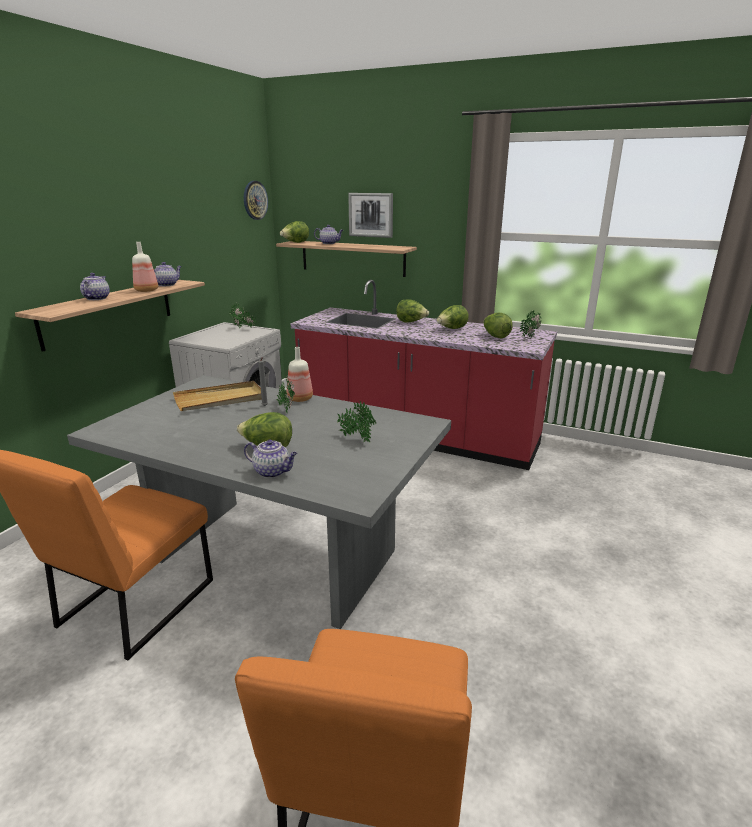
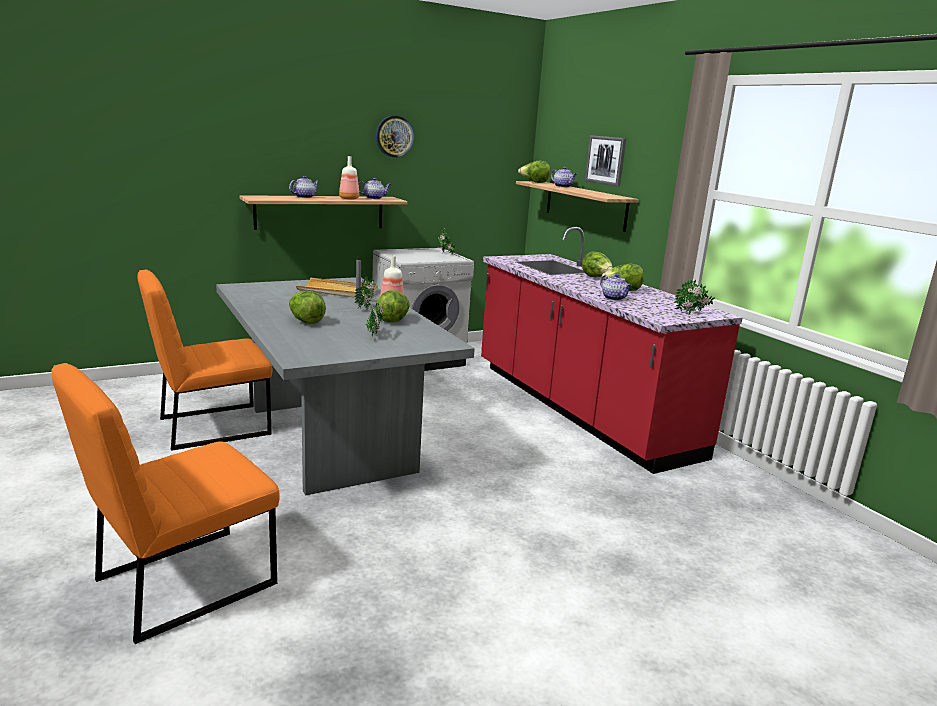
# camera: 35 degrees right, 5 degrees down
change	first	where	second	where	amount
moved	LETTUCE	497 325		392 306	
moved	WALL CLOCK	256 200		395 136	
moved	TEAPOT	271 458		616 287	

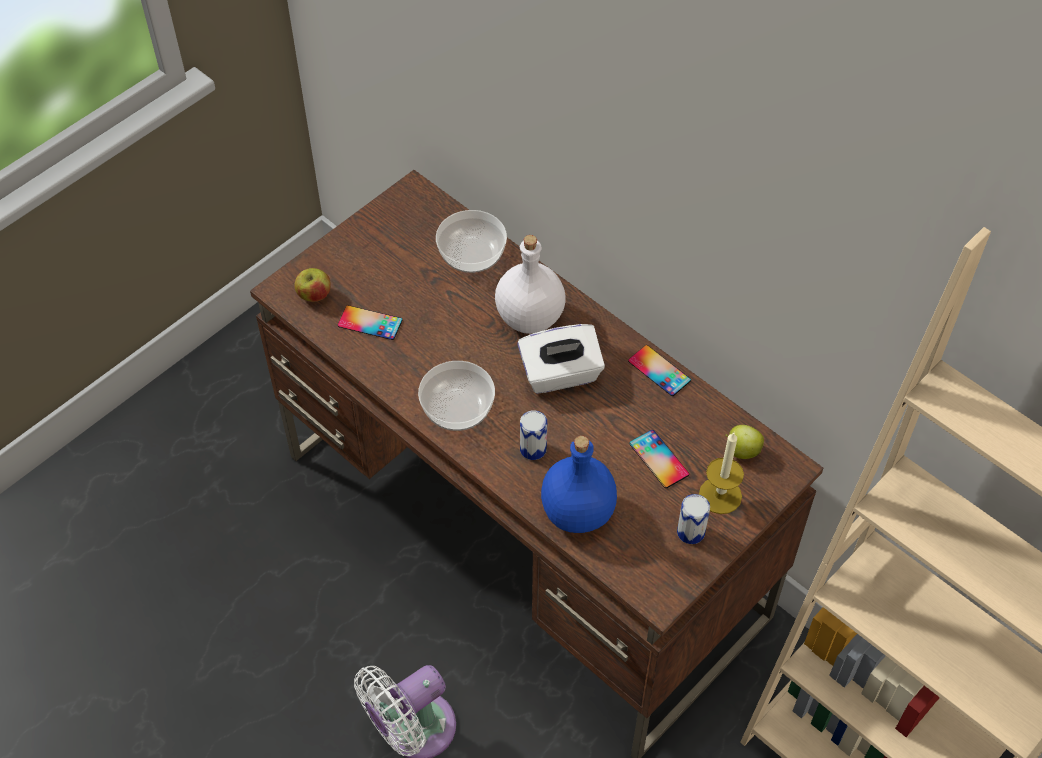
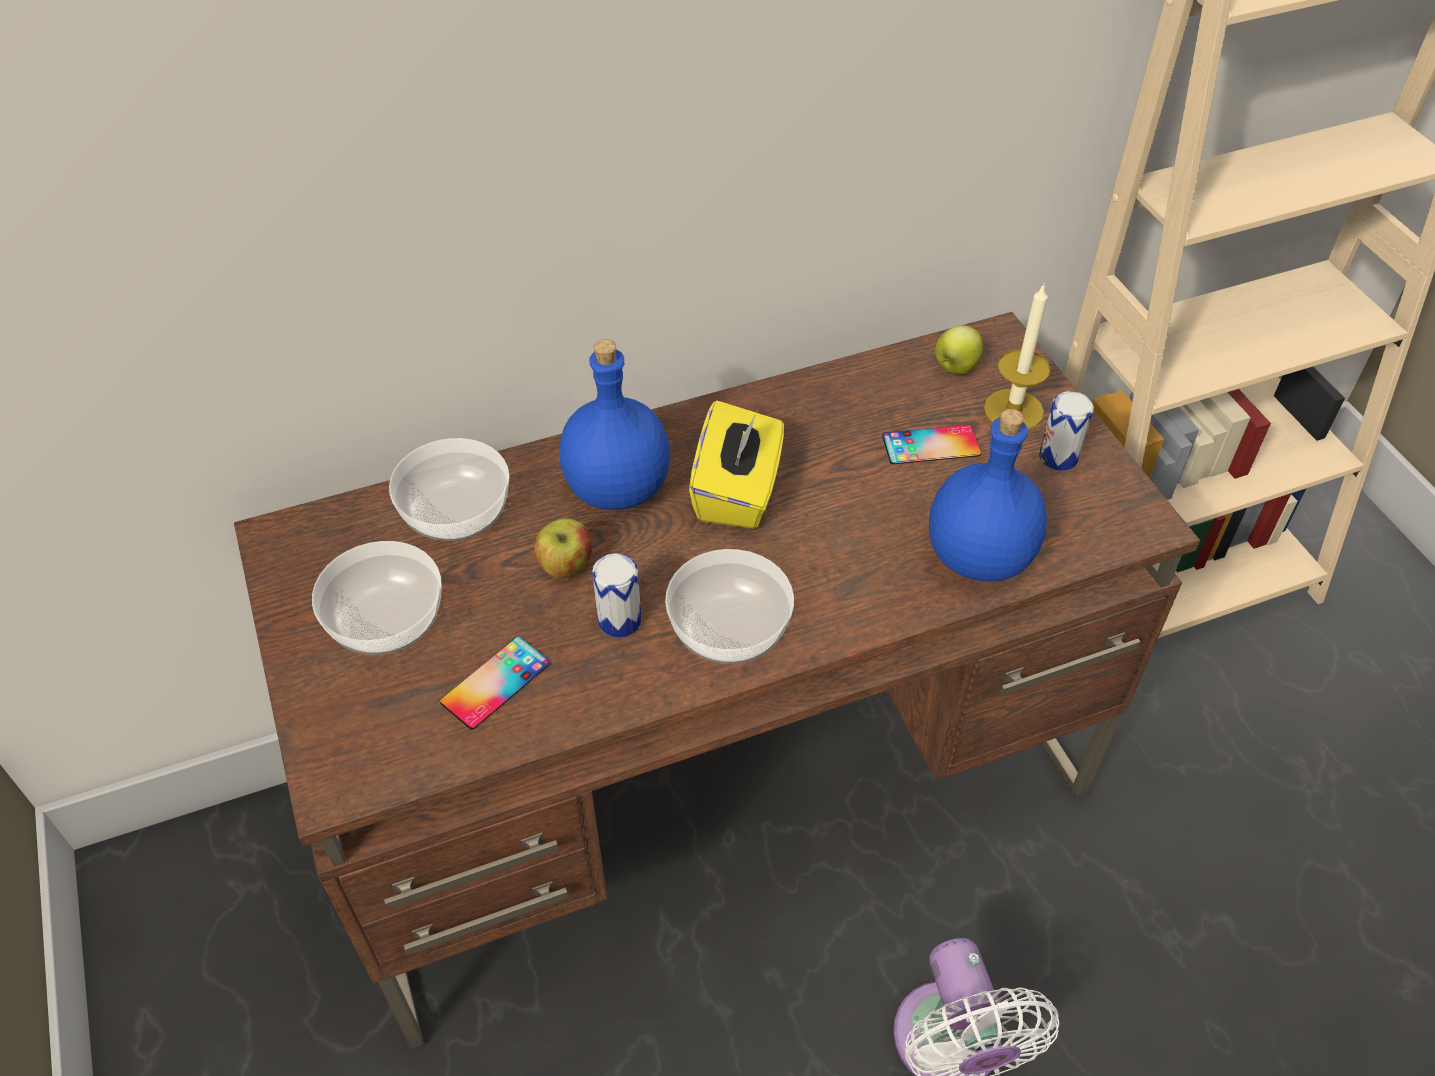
# camera: 65 degrees left, 5 degrees down
change	first	where	second	where	amount
added			BOWL	377 598	
moved	APPLE	312 285		563 548	
recoloured	WHITE BOTTLE	530 284	BLUE BOTTLE	614 424	
moved	CAN	533 435		616 595	
recoloured	WHITE TISSUE BOX	561 359	YELLOW TISSUE BOX	736 465	
removed	PHONE	659 370			

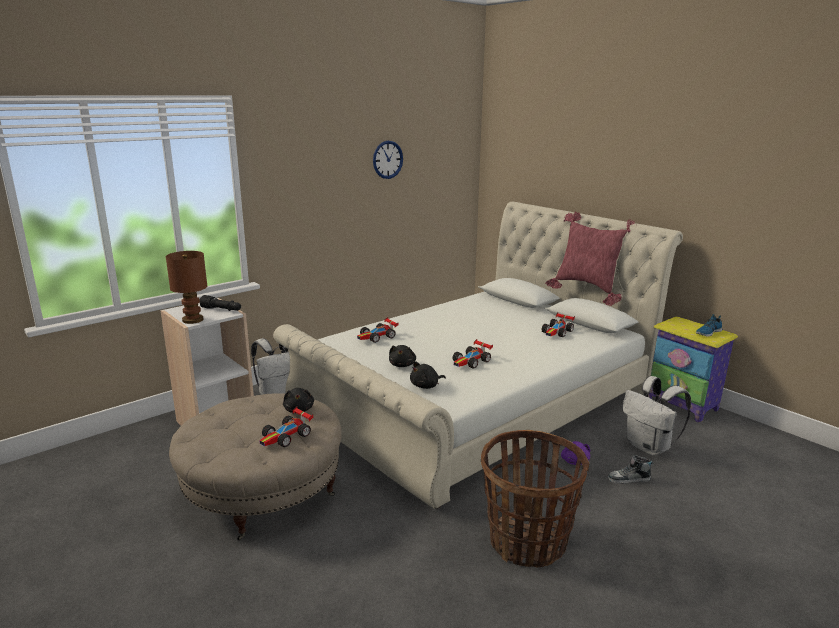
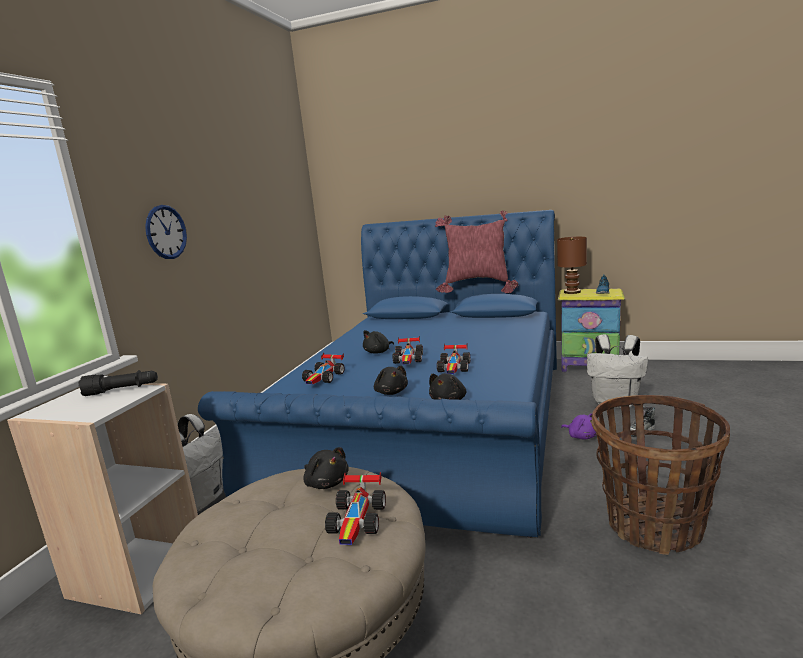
# camera: 30 degrees left, 5 degrees down
change	first	where	second	where	amount
moved	WALL CLOCK	388 160		166 232	
recoloured	BEIGE BED	478 355	BLUE BED	377 374	
added			BLACK PLUSH TOY	378 342	
moved	TOY CAR	558 325		408 350	
moved	BROWN TABLE LAMP	186 287		572 265	

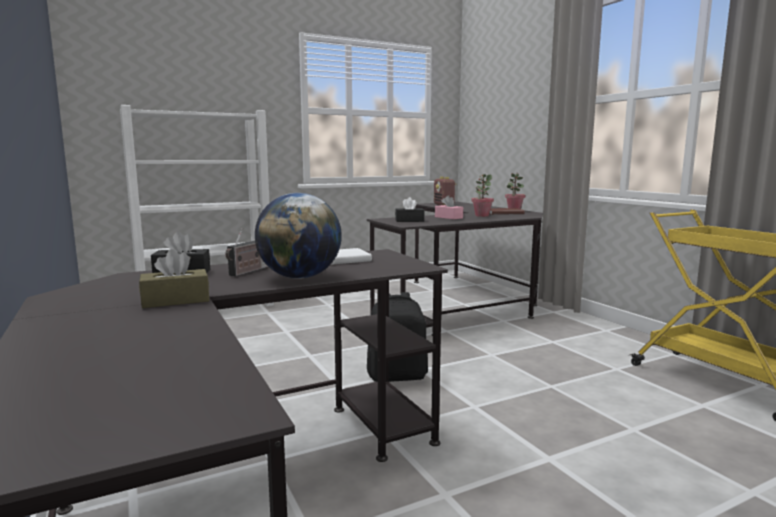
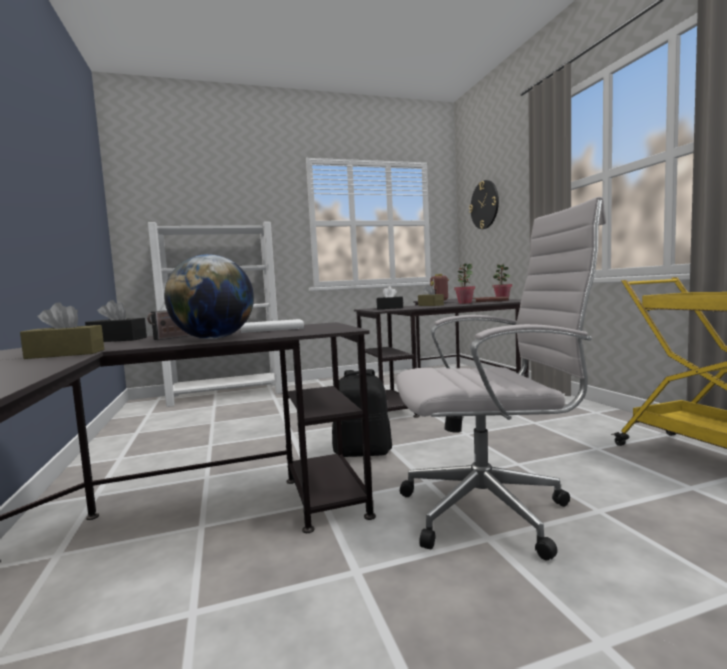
# camera: 10 degrees right, 5 degrees down
change	first	where	second	where	amount
added			WHITE OFFICE CHAIR	501 378	
recoloured	PINK TISSUE BOX	449 207	BROWN TISSUE BOX	431 295	
added			WALL CLOCK	484 204	

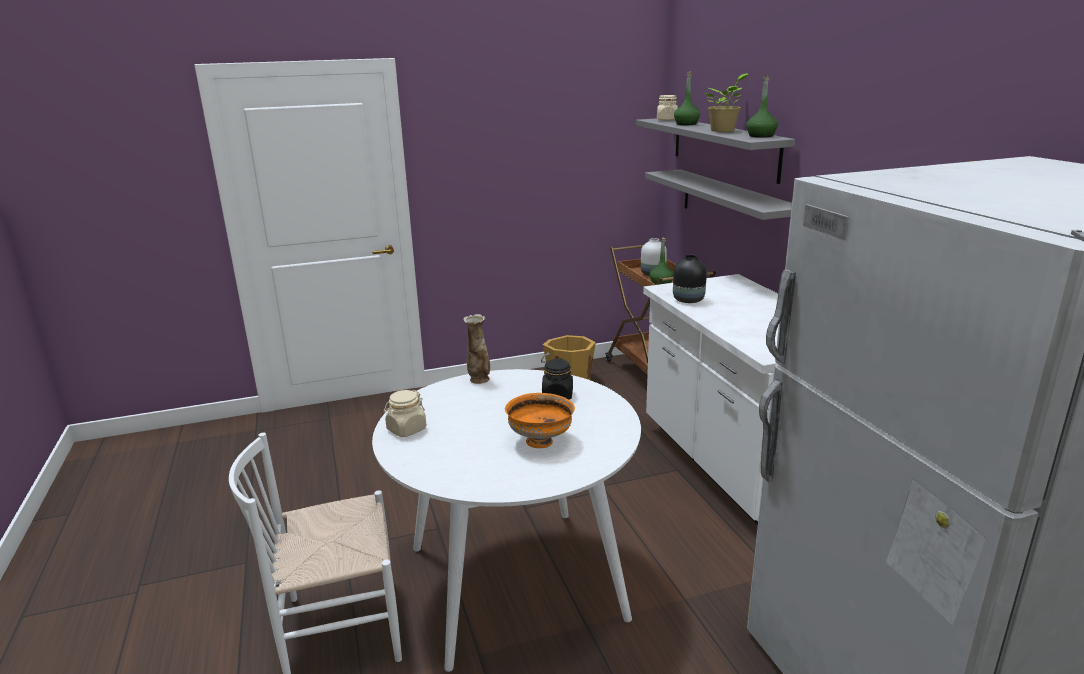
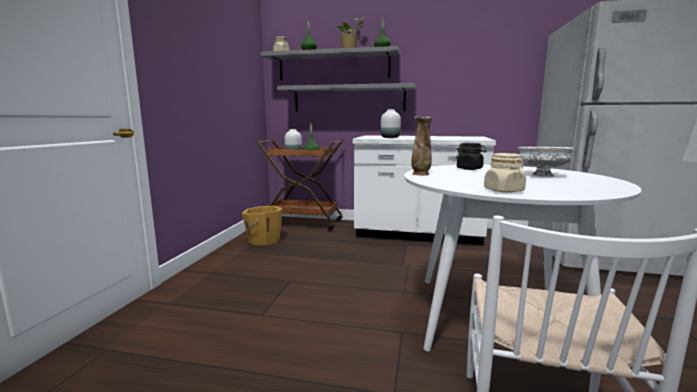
# camera: 60 degrees left, 10 degrees down
change	first	where	second	where	amount
recoloured	BLACK VASE	690 279	WHITE VASE	391 123	
recoloured	ORANGE BOWL	540 420	WHITE BOWL	546 162	

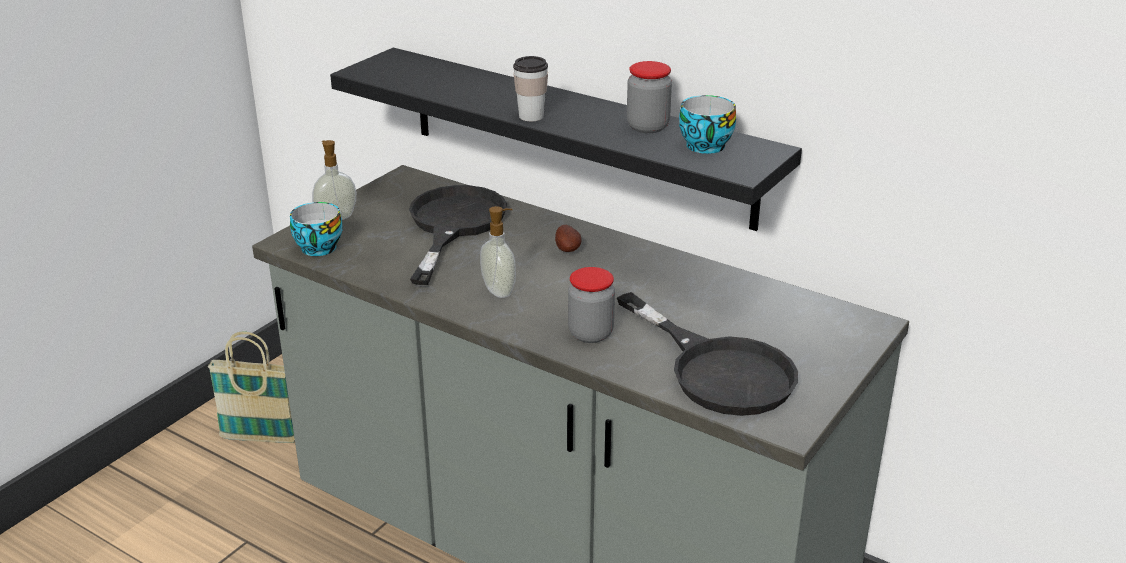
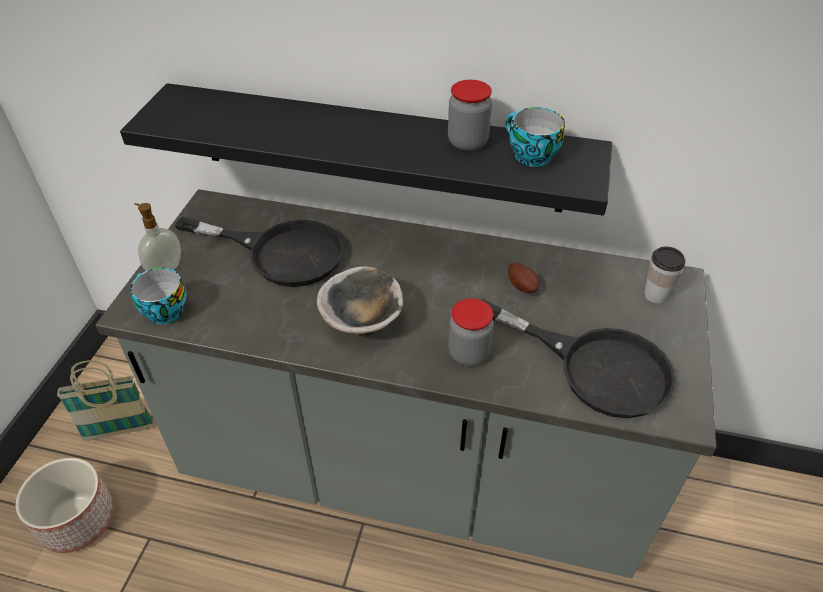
# camera: 20 degrees left, 15 degrees up
change	first	where	second	where	amount
added			PLANTER	65 505	
turned	BLACK FRYING PAN	458 235		259 252	120 degrees clockwise
replaced	SOAP DISPENSER	498 252	BOWL	360 301	
moved	POTATO	568 238		523 278	
moved	CUP	530 88		664 274	

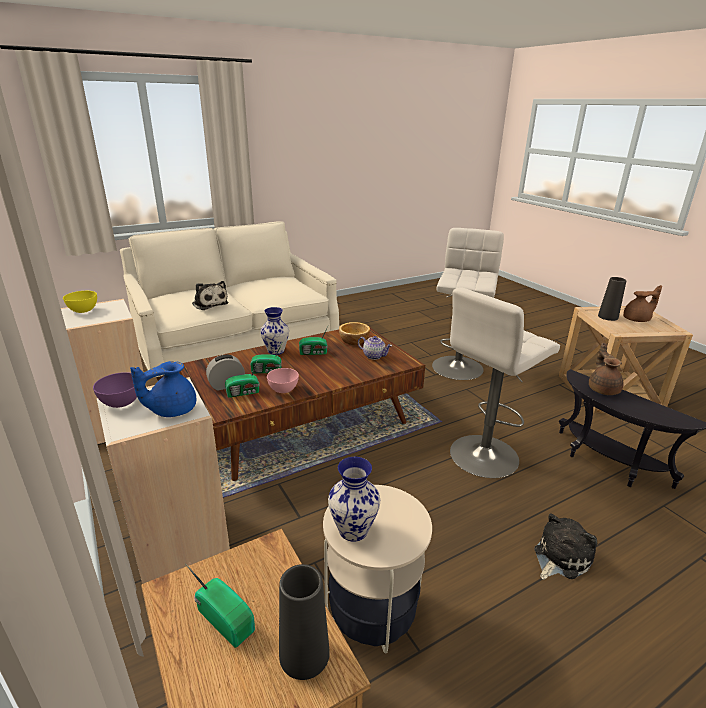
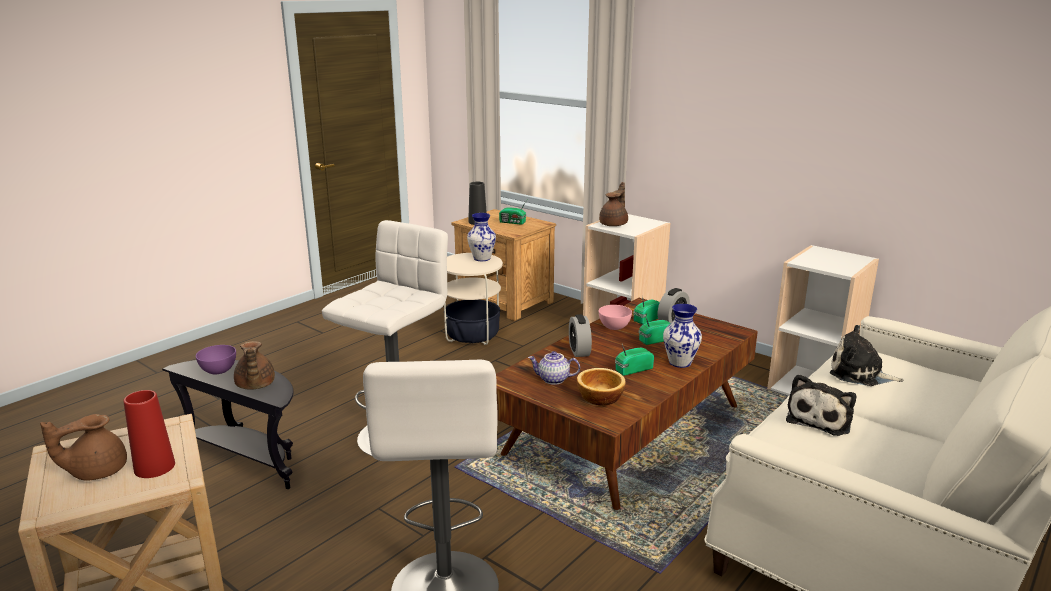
# camera: 160 degrees right, 5 degrees down
change	first	where	second	where	amount
recoloured	BLACK VASE	612 299	RED VASE	149 434	
moved	PURPLE BOWL	115 390		216 359	
added			ALARM CLOCK	580 335	
recoloured	BLUE TEAPOT	163 389	BROWN TEAPOT	613 204	
moved	PLUSH TOY	565 547		821 405	
removed	YELLOW BOWL	80 302			

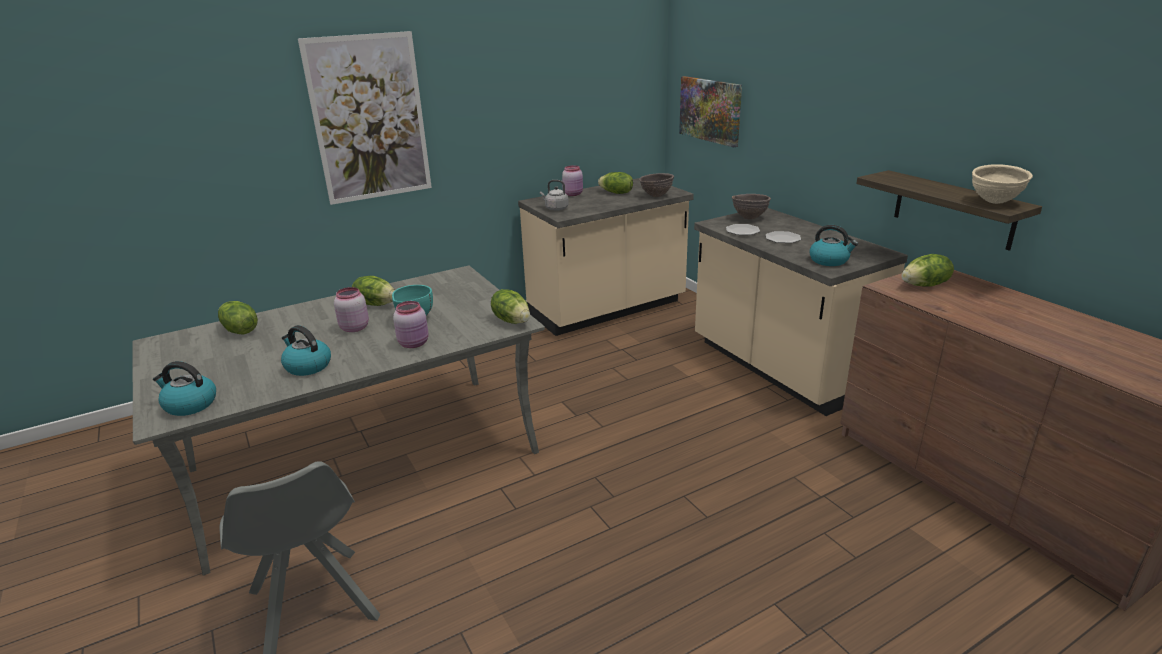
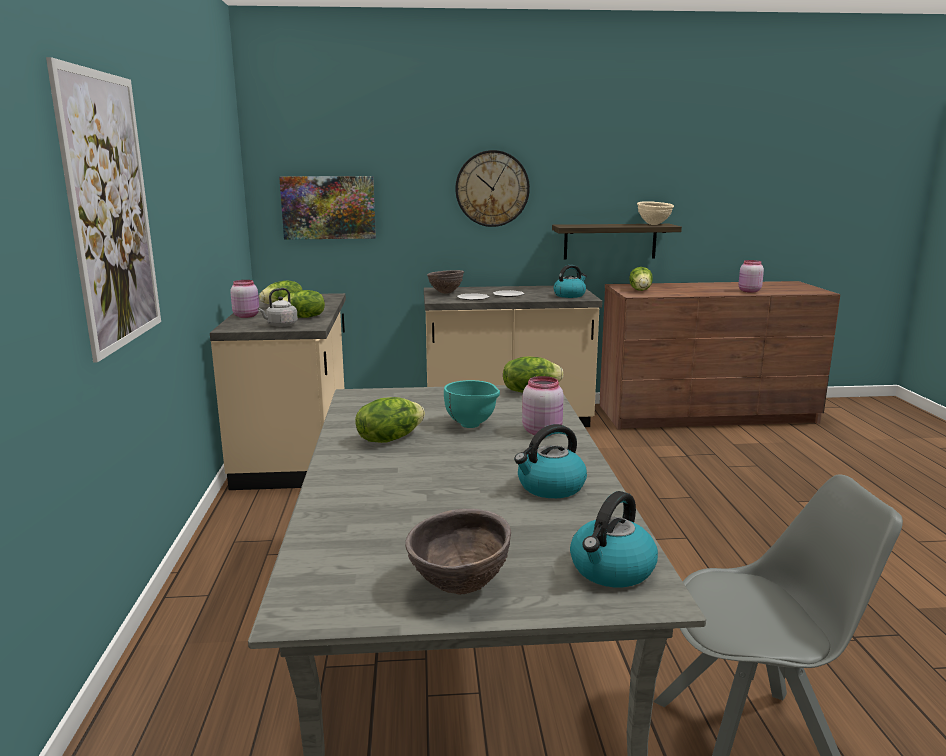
# camera: 65 degrees left, 10 degrees down
change	first	where	second	where	amount
moved	LETTUCE	238 318		304 304	
moved	BROWN BOWL	656 185		458 552	
added			WALL CLOCK	492 188	
moved	PINK JAR	351 309		751 276	

